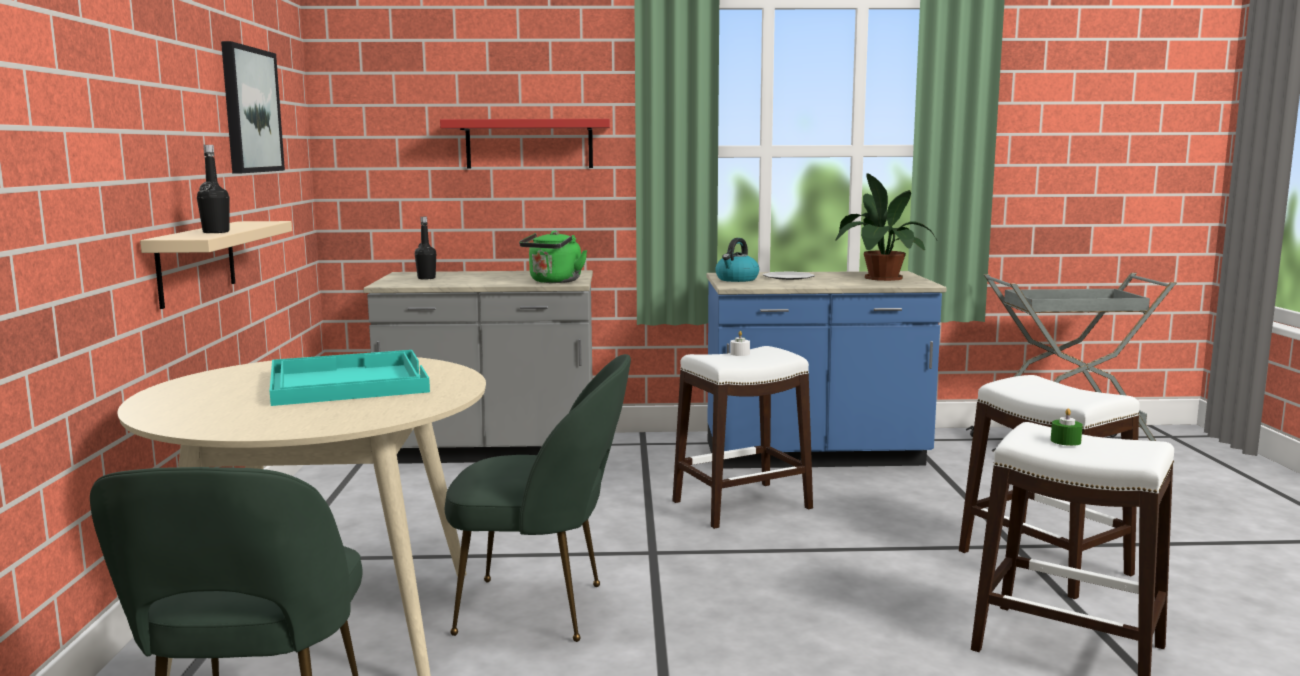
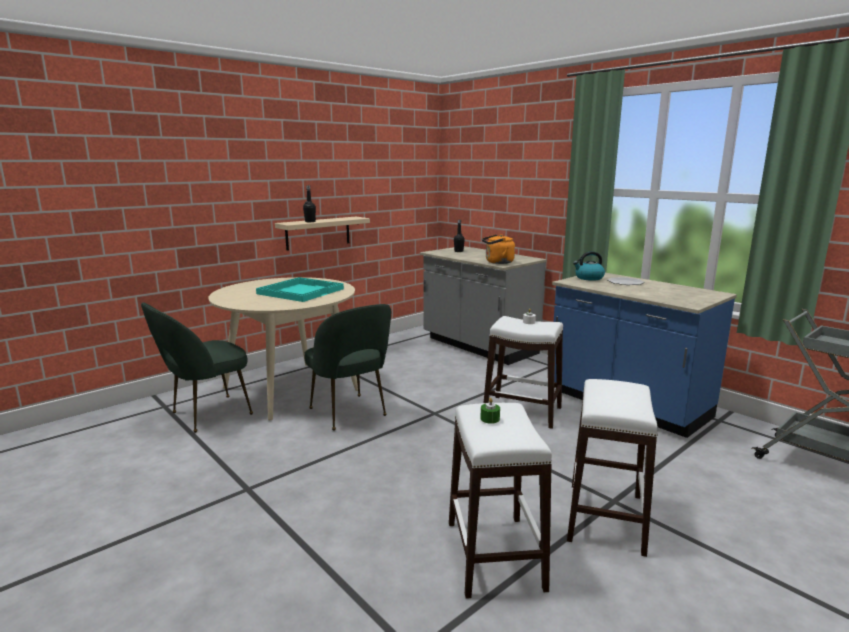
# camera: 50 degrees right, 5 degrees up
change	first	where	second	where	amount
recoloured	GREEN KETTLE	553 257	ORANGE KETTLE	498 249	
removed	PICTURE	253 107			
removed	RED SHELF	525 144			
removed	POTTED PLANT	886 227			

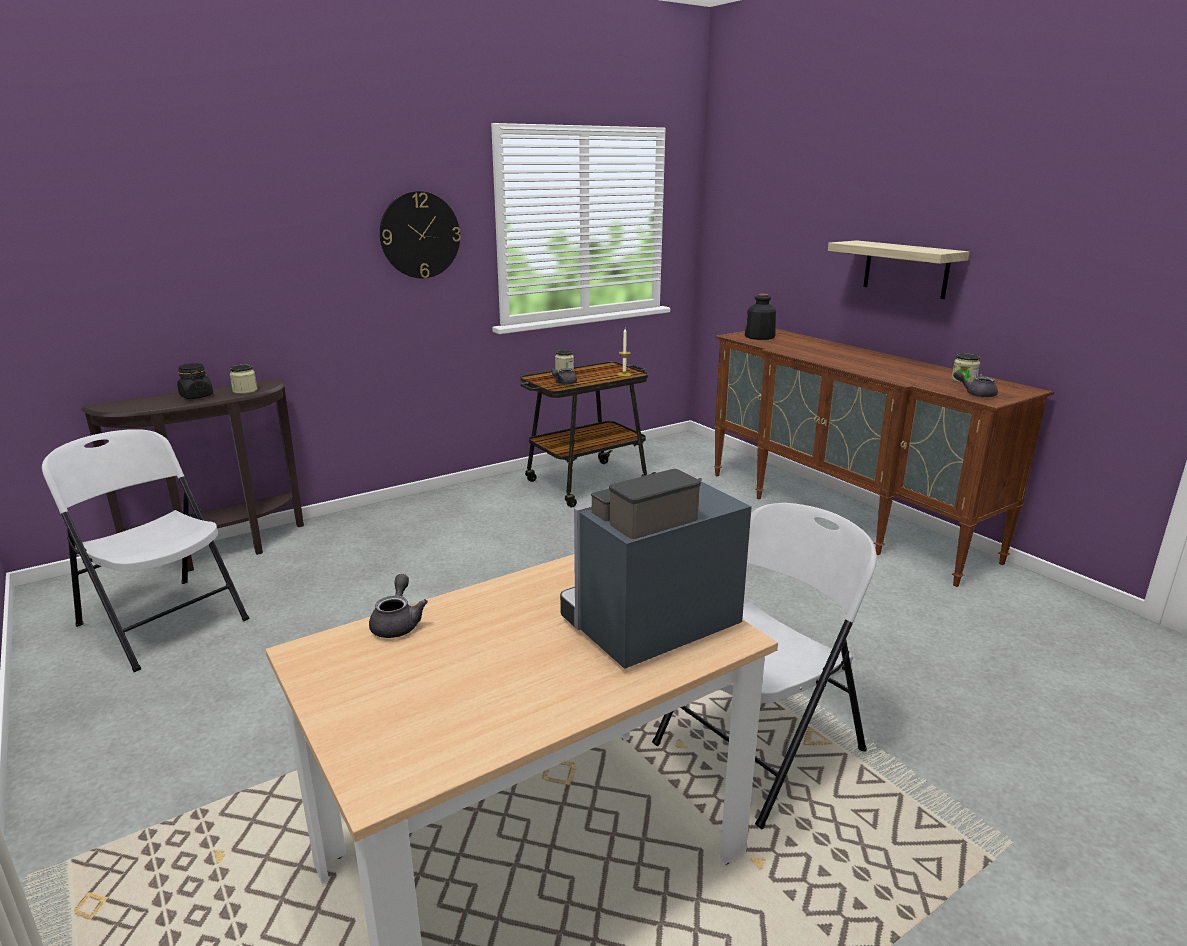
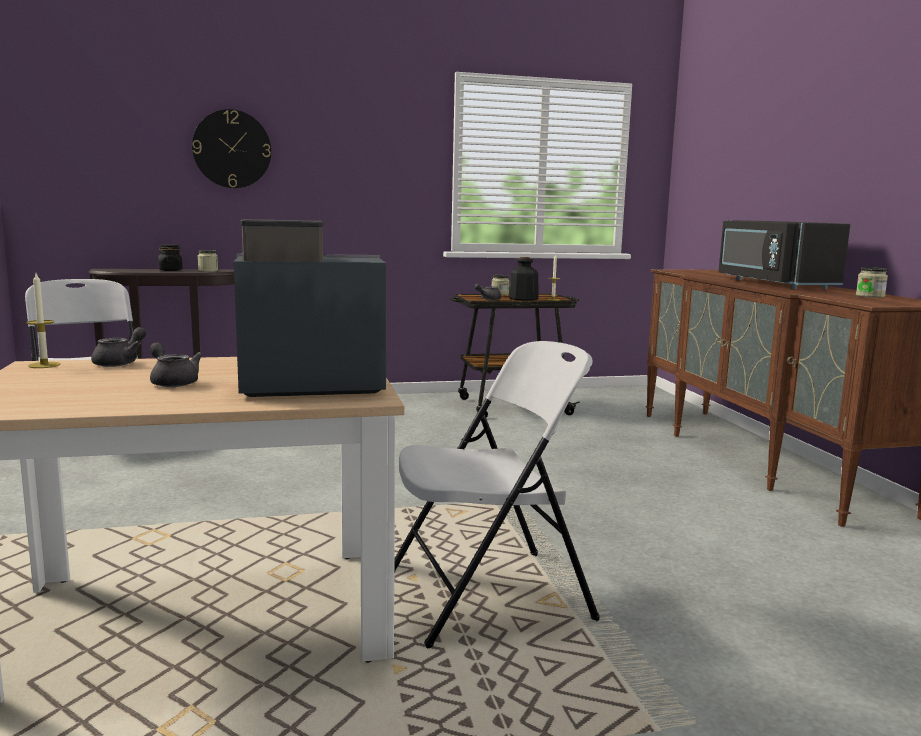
# camera: 20 degrees right, 10 degrees down
change	first	where	second	where	amount
added			CANDLE	43 320	
moved	GREY TEAPOT	975 384		176 365	
moved	WALL CLOCK	420 234		231 148	
moved	BOTTLE	760 317		523 279	
added			BLACK MICROWAVE	784 254	
removed	SHELF	898 269			

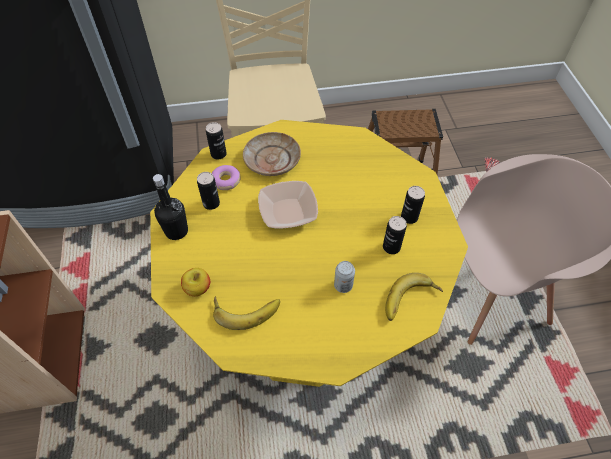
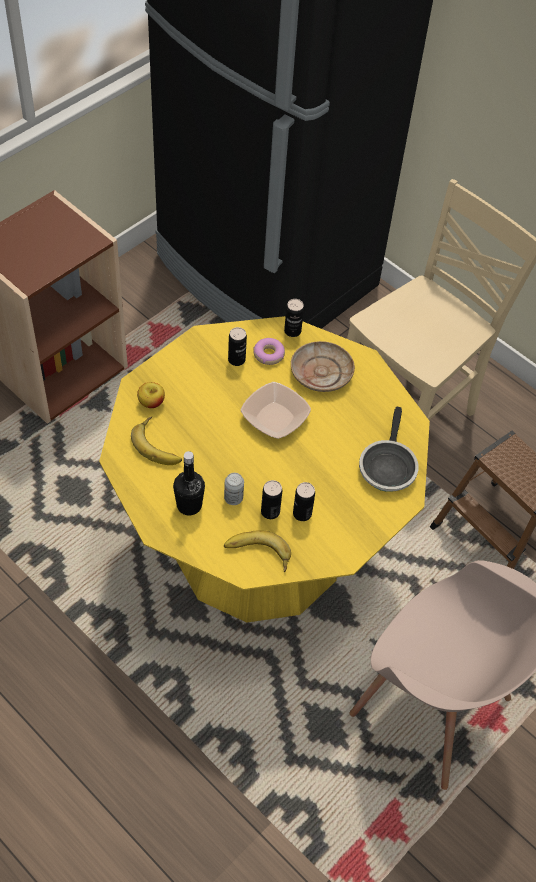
# camera: 50 degrees right, 0 degrees up
change	first	where	second	where	amount
moved	BLACK BOTTLE	170 207		189 483	
moved	CAN	413 205		271 499	
added			FRYING PAN	389 449	

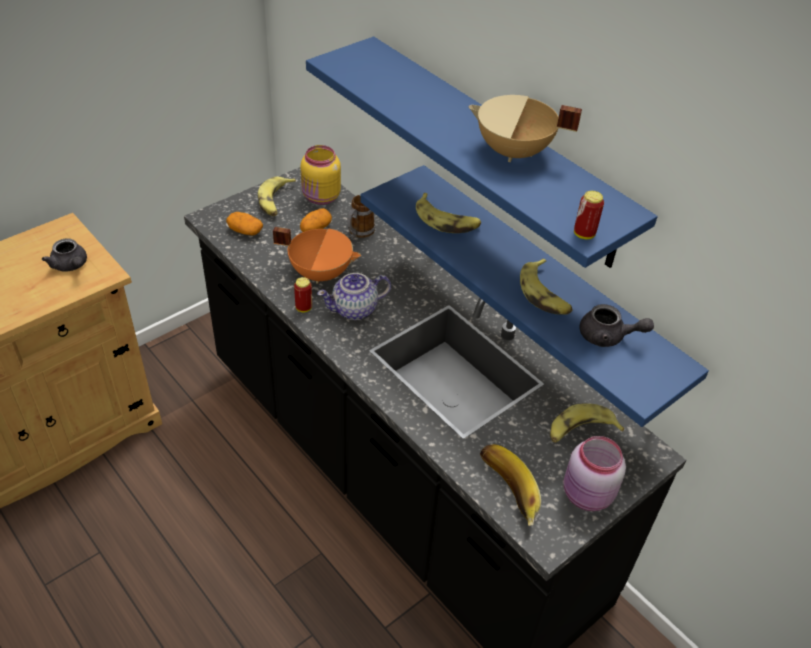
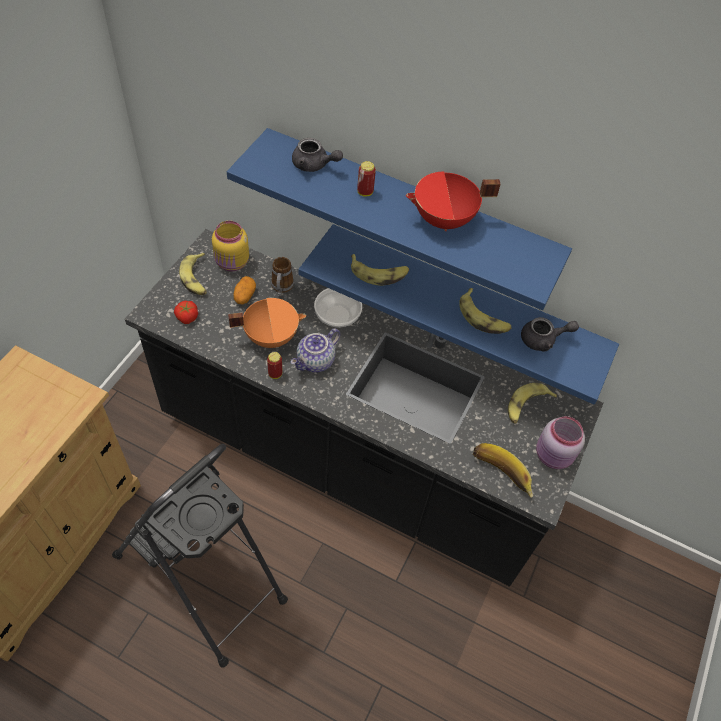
# camera: 25 degrees left, 10 degrees up
change	first	where	second	where	amount
added			STEP LADDER	200 556	
replaced	POTATO	244 223	TOMATO	186 312	
moved	GREY TEAPOT	64 255		317 155	
added			BOWL	338 308	
moved	CAN	589 215		366 179	
recoloured	BEIGE COOKING POT	525 128	RED COOKING POT	453 201	

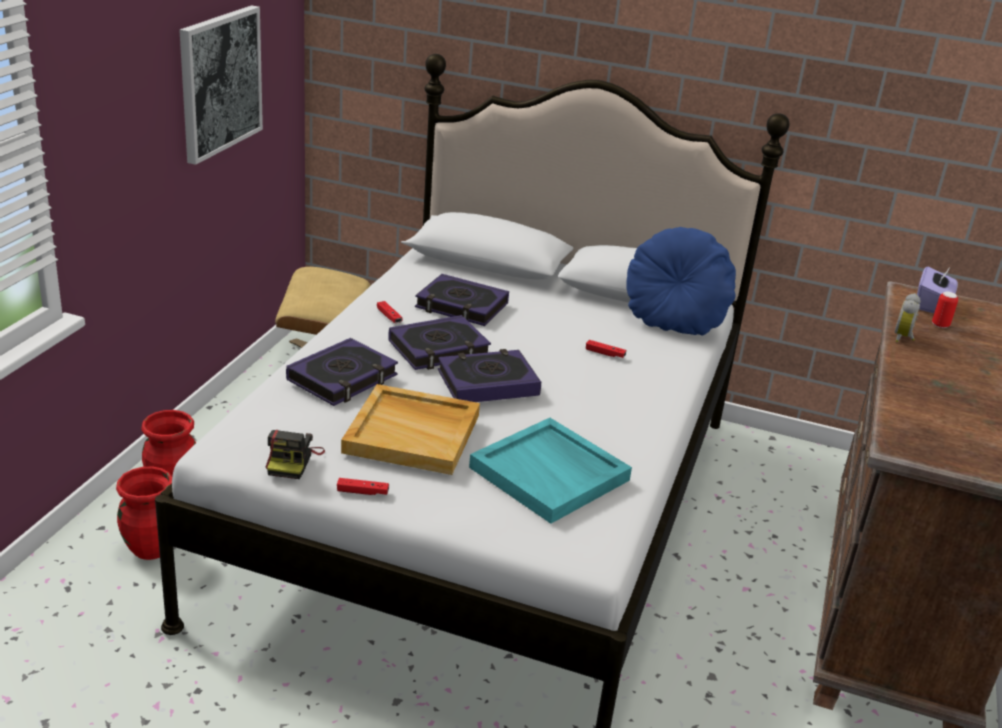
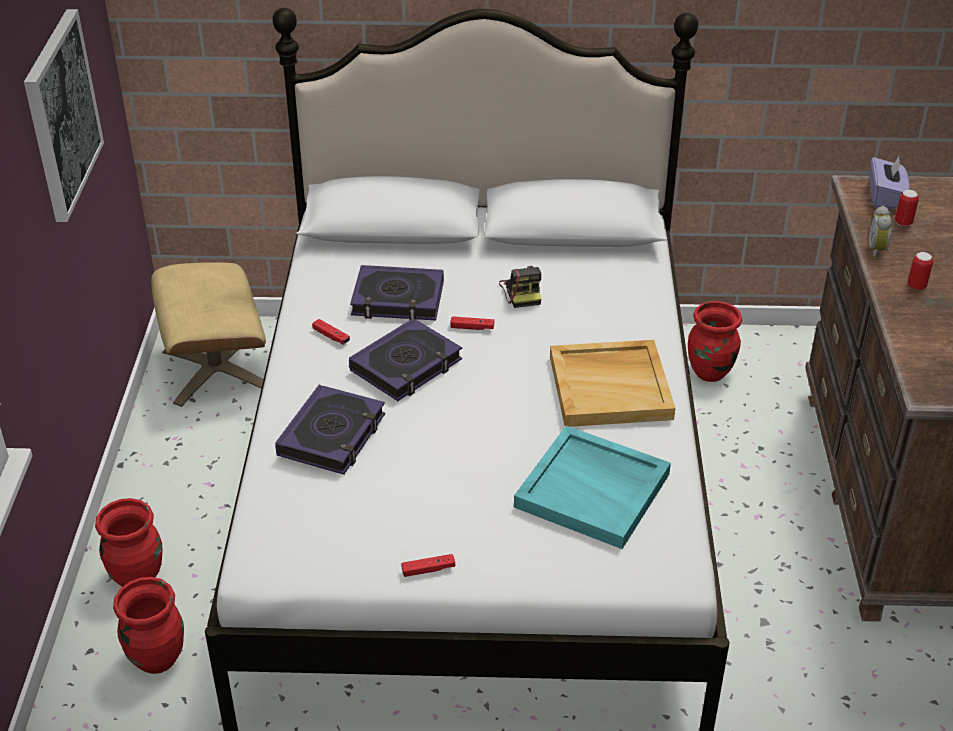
# camera: 15 degrees left, 10 degrees up
change	first	where	second	where	amount
moved	RED GAME CONTROLLER	606 349		472 323	
moved	PHOTO CAMERA	295 454		520 287	
moved	BEIGE TRAY	410 429		612 383	
added			RED VASE	715 341	
added			CAN	920 271	
removed	BOOK	489 375			
removed	BLUE PILLOW	681 281			

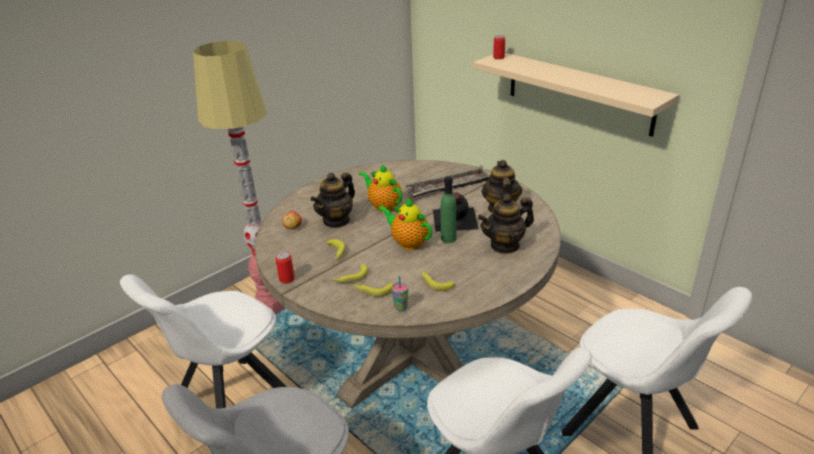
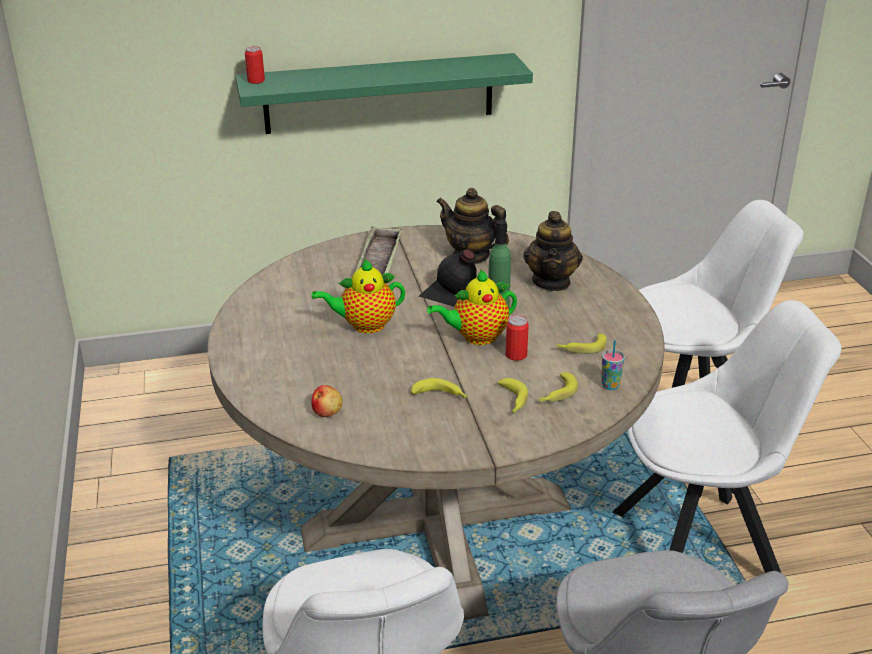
# camera: 60 degrees left, 0 degrees up
change	first	where	second	where	amount
recoloured	BEIGE SHELF	576 95	GREEN SHELF	384 93	
moved	CAN	285 267		517 338	
removed	FLOOR LAMP	238 177			
removed	TEAPOT	332 200			

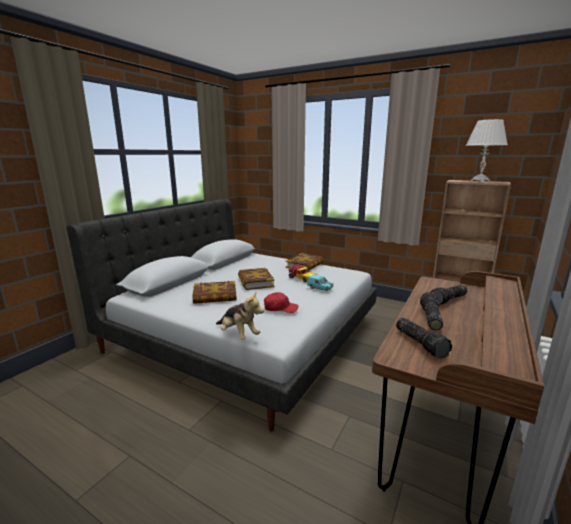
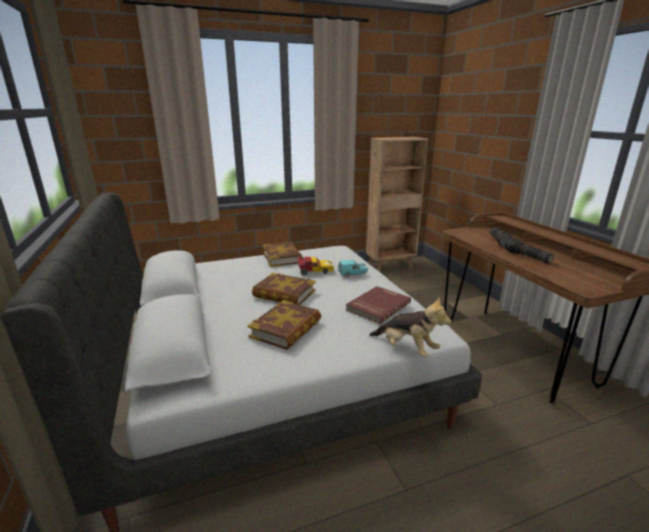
# camera: 50 degrees left, 5 degrees up
change	first	where	second	where	amount
replaced	RED CAP	281 302	RED BOOK	378 305	
turned	PLUSH TOY	240 315		410 327	45 degrees clockwise
removed	FLASHLIGHT	424 338			
removed	WHITE TABLE LAMP	487 150			

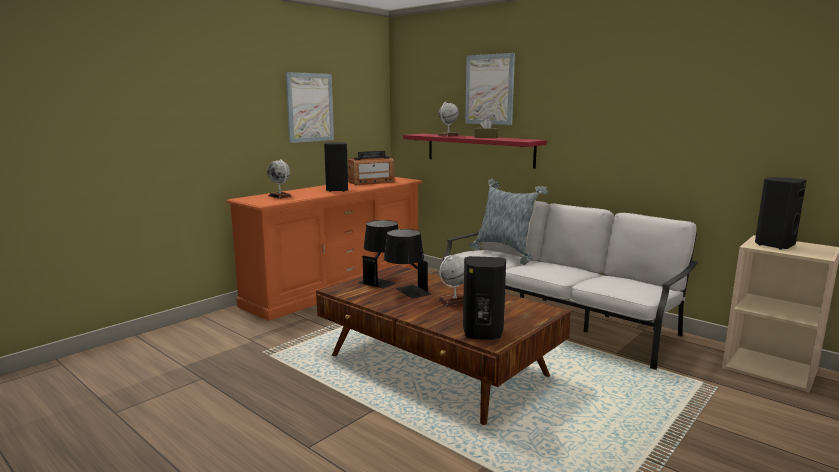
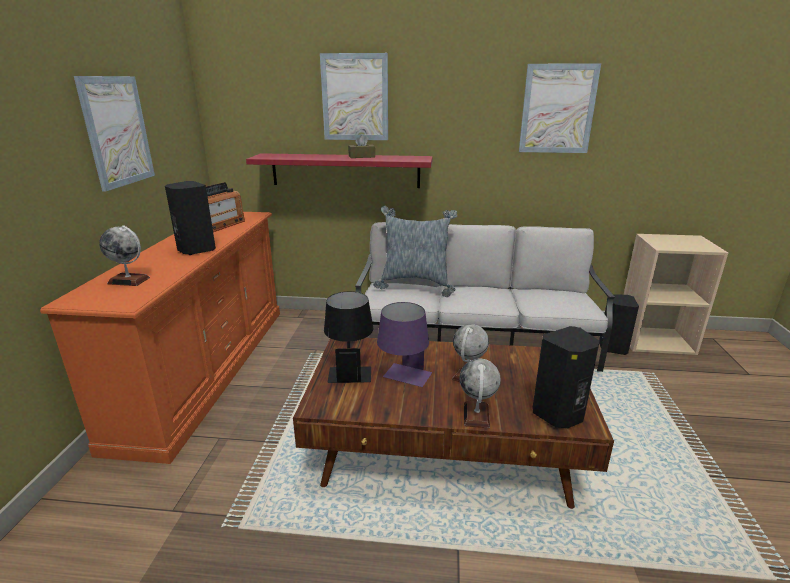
# camera: 35 degrees left, 10 degrees up
change	first	where	second	where	amount
recoloured	BLACK TABLE LAMP	407 263	PURPLE TABLE LAMP	404 344	
moved	GLOBE	448 119		480 393	
added			PICTURE	560 108	
moved	BLACK SPEAKER	781 213		619 324	

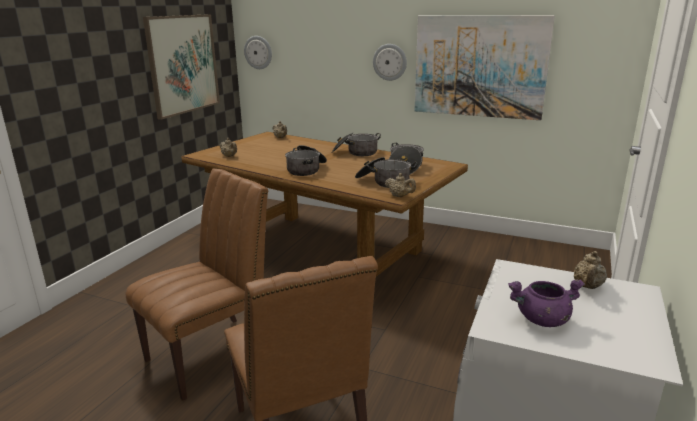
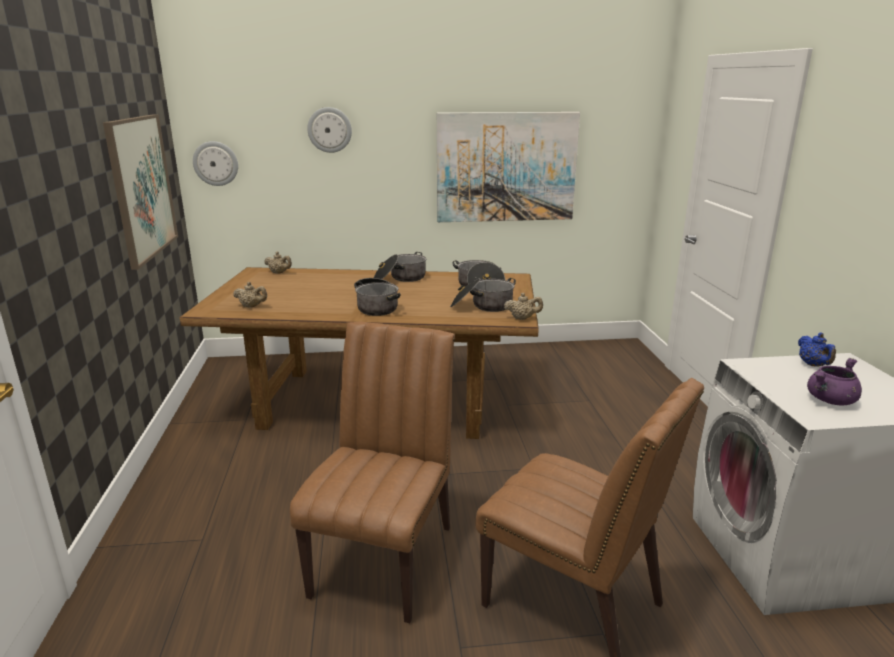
# camera: 30 degrees left, 0 degrees up
change	first	where	second	where	amount
moved	WALL CLOCK	390 62		329 130	
recoloured	BEIGE TEAPOT	590 270	BLUE TEAPOT	817 349	

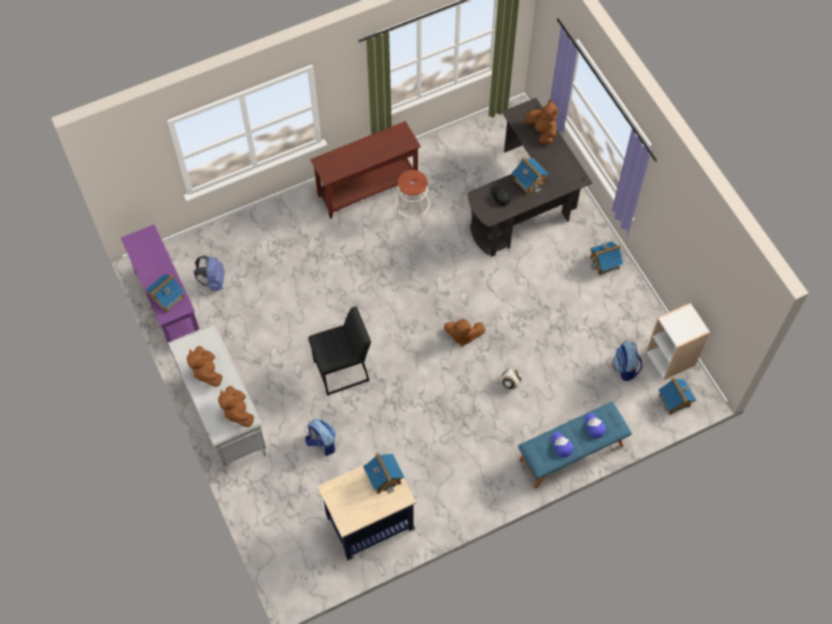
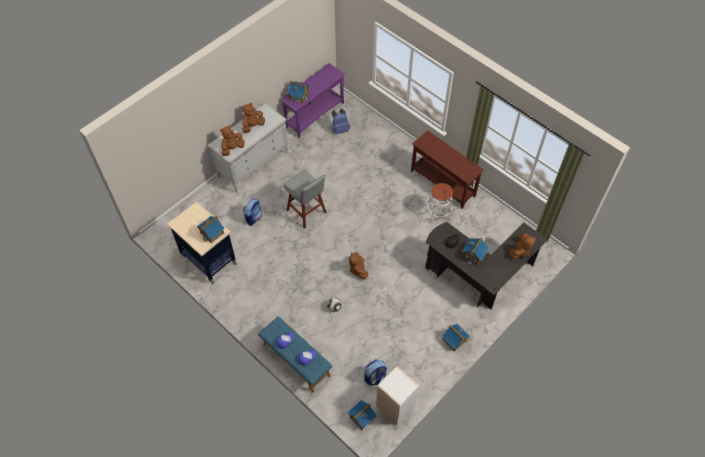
# camera: 70 degrees right, 5 degrees down
change	first	where	second	where	amount
replaced	BLACK CHAIR	339 351	GREY STOOL	305 198	

